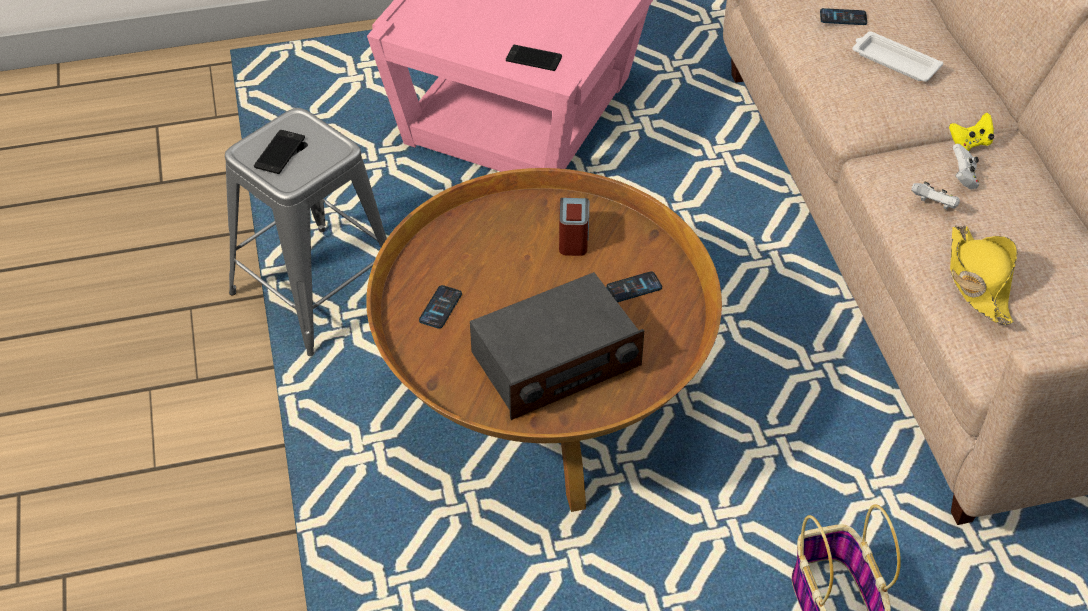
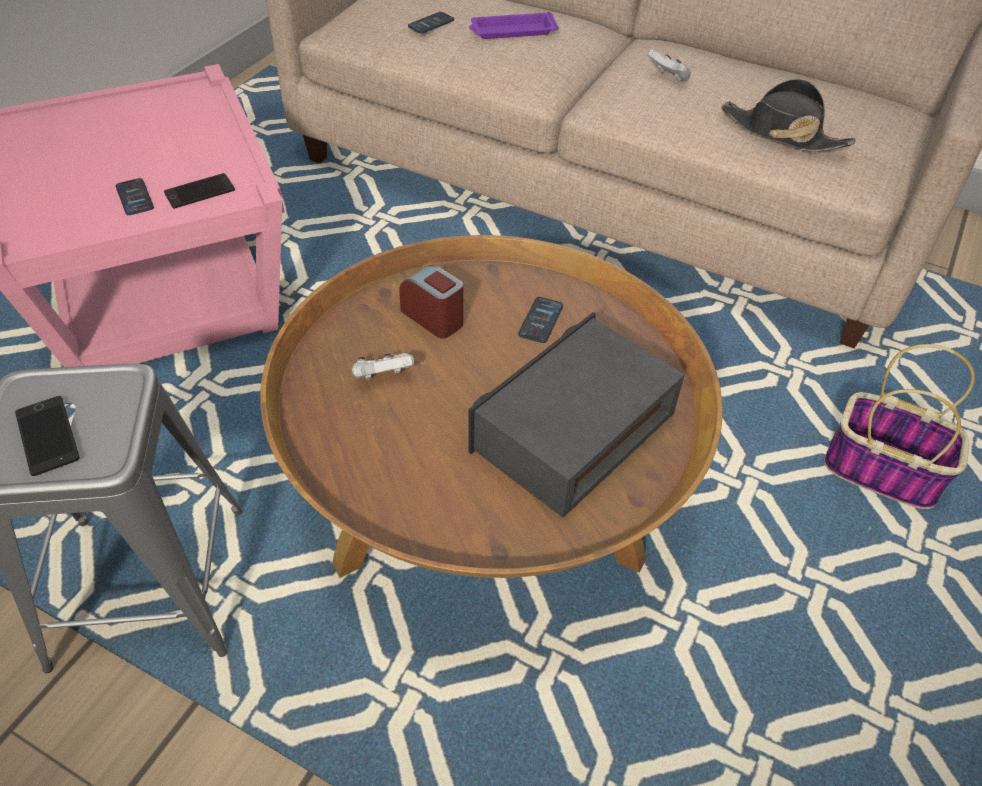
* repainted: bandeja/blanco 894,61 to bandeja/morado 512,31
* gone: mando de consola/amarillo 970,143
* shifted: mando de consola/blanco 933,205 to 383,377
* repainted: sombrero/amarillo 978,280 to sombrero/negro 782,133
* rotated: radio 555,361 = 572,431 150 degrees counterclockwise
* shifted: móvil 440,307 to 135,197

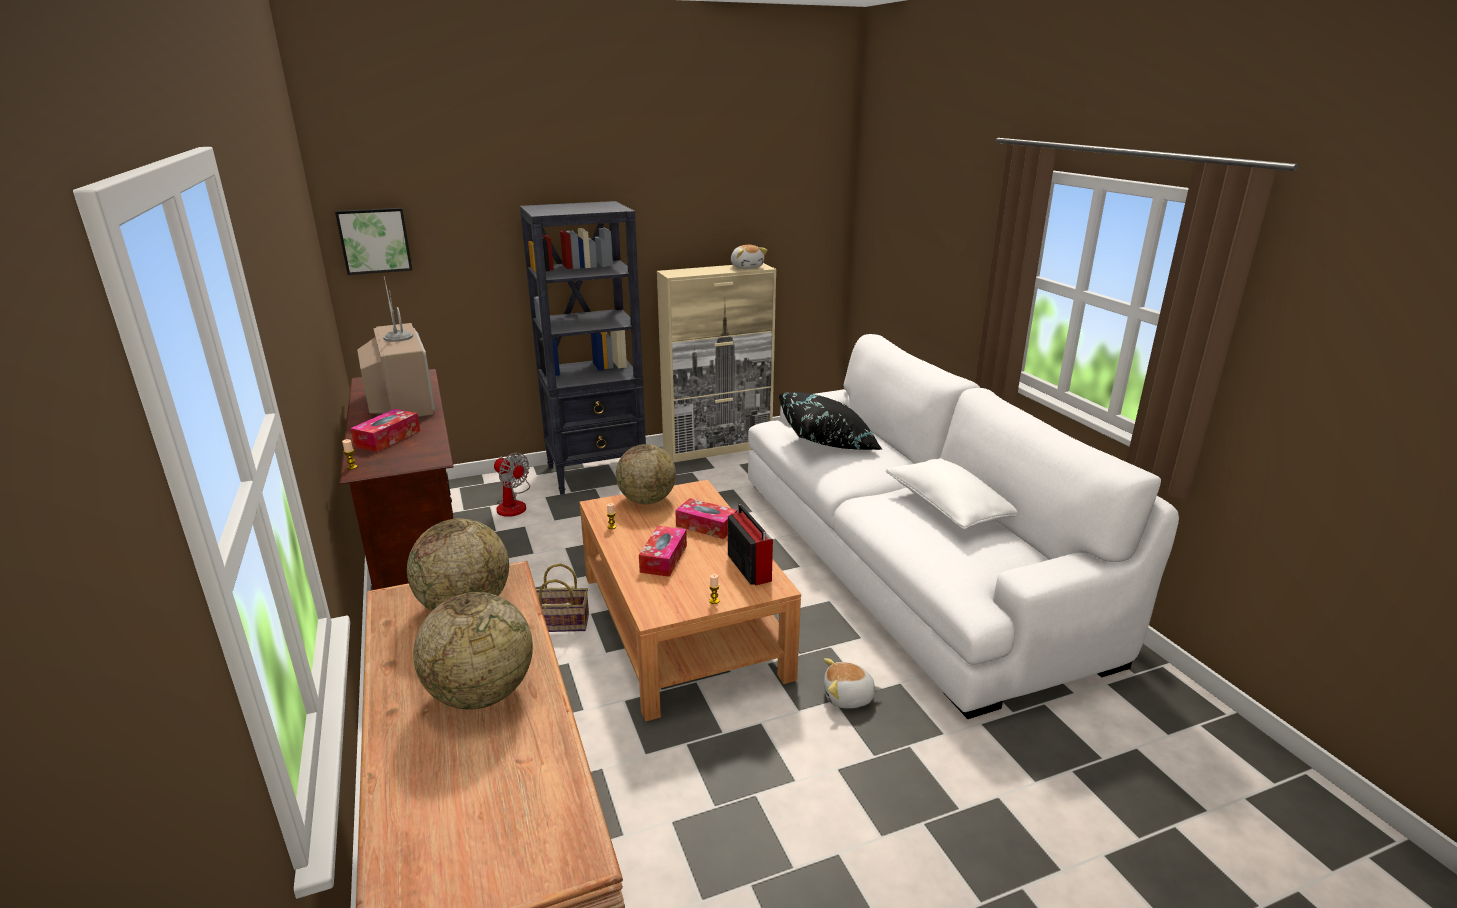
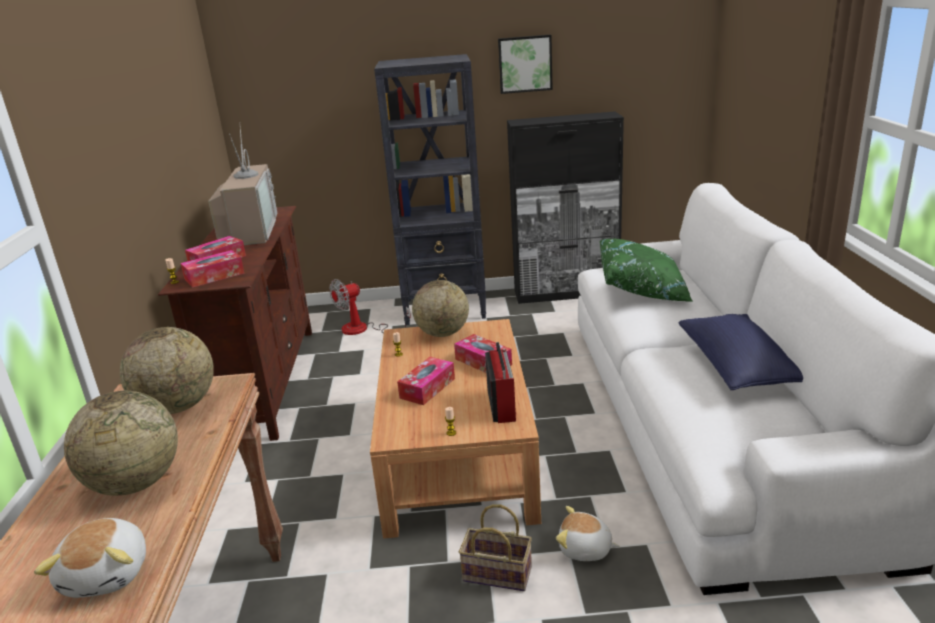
* shifted: cuadro 375,240 to 525,64
* shifted: peluche 747,267 to 108,574
* repainted: armario/beis 718,448 to armario/negro 567,293
* repainted: cojín/negro 828,441 to cojín/verde 643,290
* rotated: ventilador 513,504 = 363,329 90 degrees clockwise
* repainted: cojín/blanco 948,508 to cojín/azul 737,367
* shifted: cesta 559,624 to 495,575
* new: caja de pañuelos 214,276

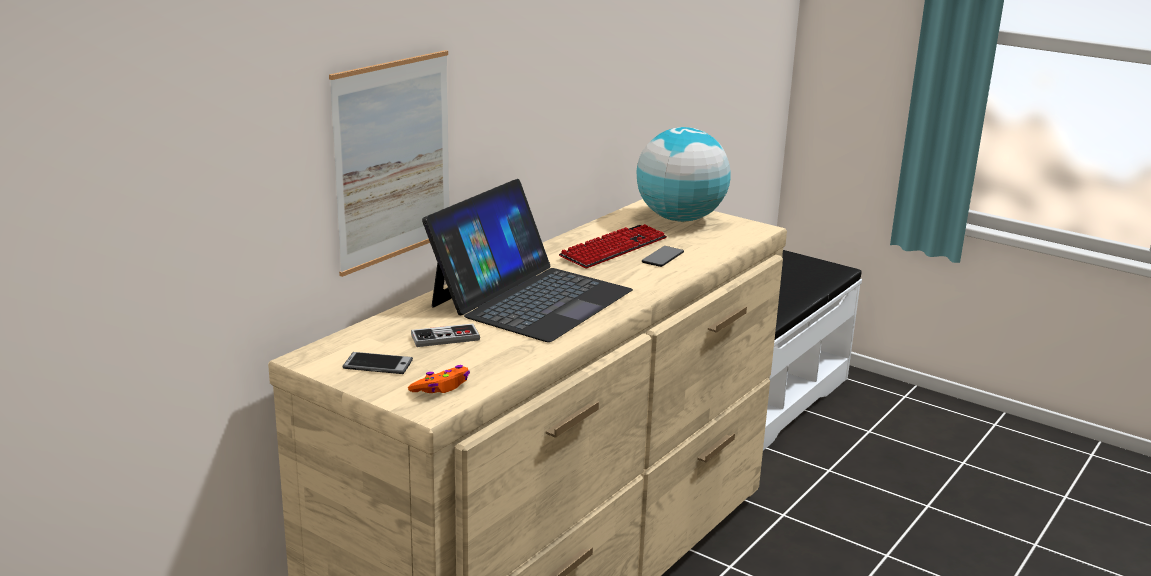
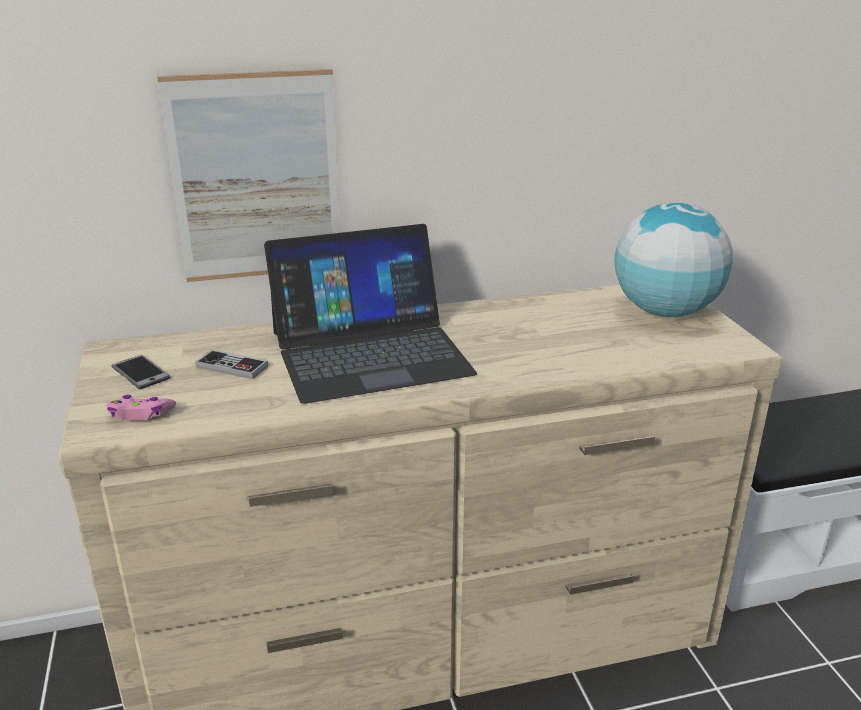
* gone: teclado 614,248
* gone: móvil 662,257
* repainted: mando de consola/naranja 441,387 to mando de consola/rosa 141,414

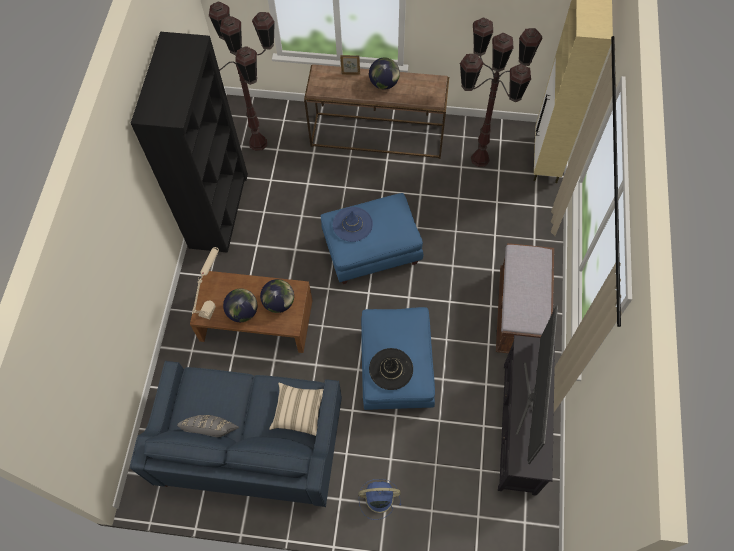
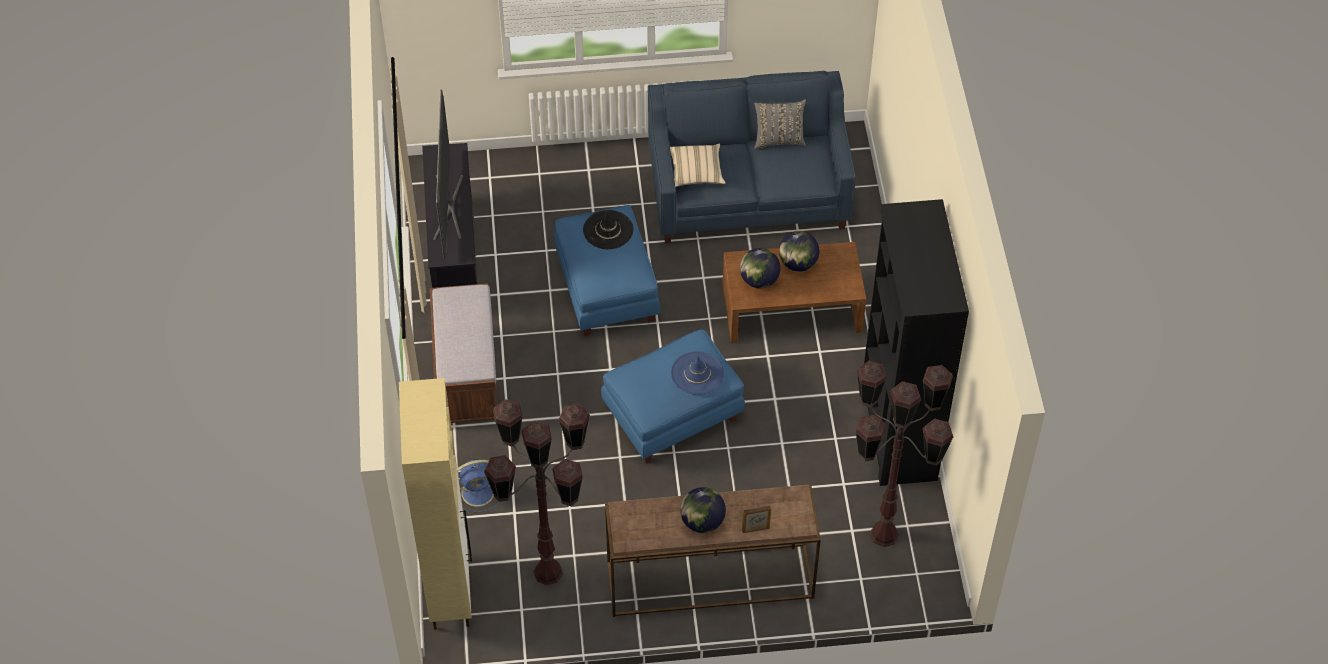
* gone: lámpara de mesa/beis 213,299
* shifted: ventilador/azul 378,498 to 479,492

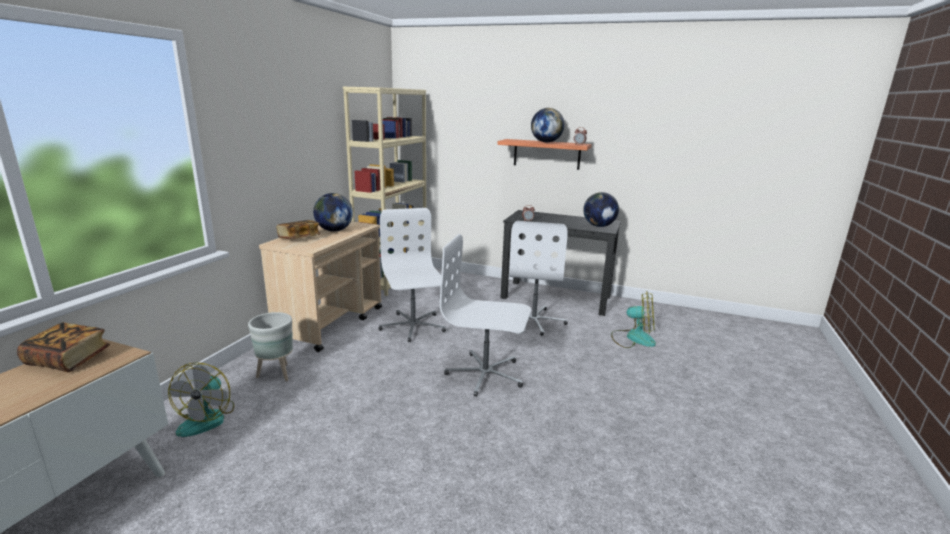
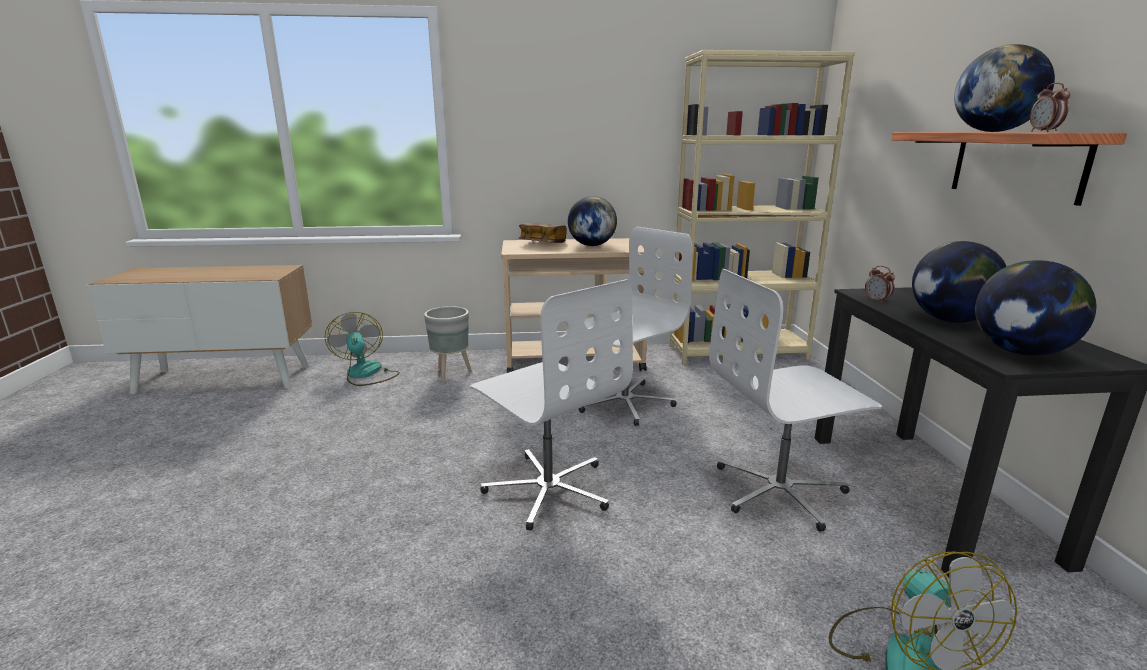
* rotated: silla de oficina/blanco 485,374 = 548,489 150 degrees clockwise
* gone: libro 69,360
* rotated: ventilador 207,418 = 366,374 90 degrees clockwise
* new: globo terráqueo 950,320

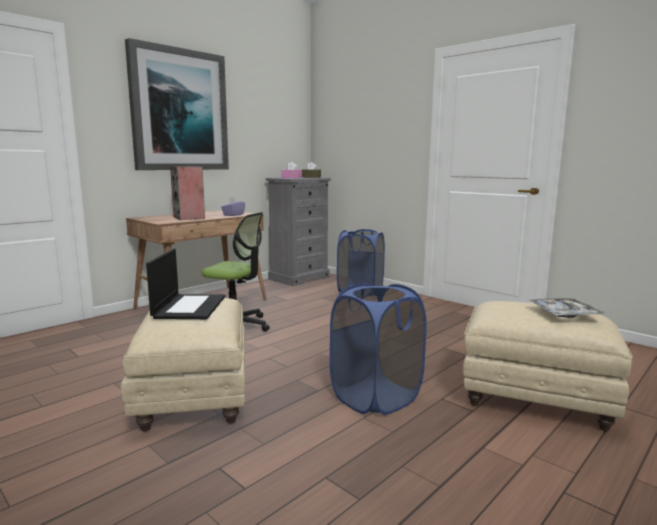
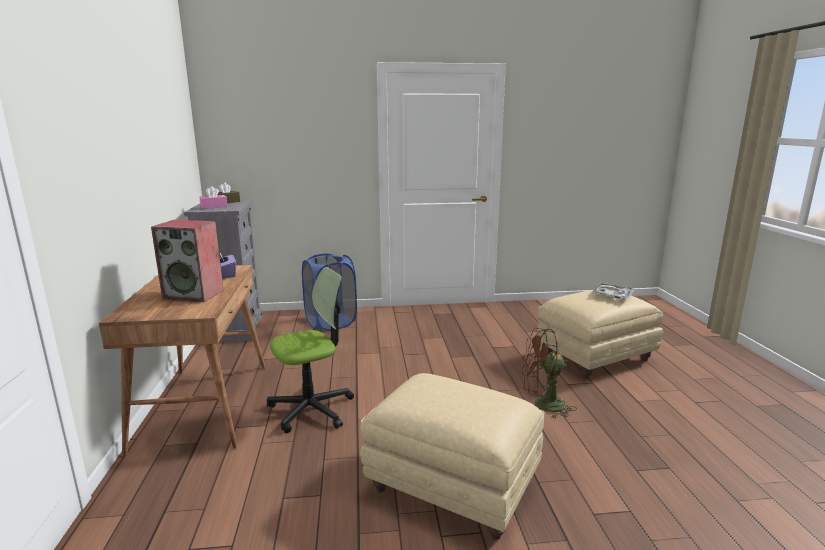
* gone: cuadro 179,111
* gone: portátil 189,307
* swapped: cesto de la ropa/azul 375,397 to ventilador/marrón 543,405

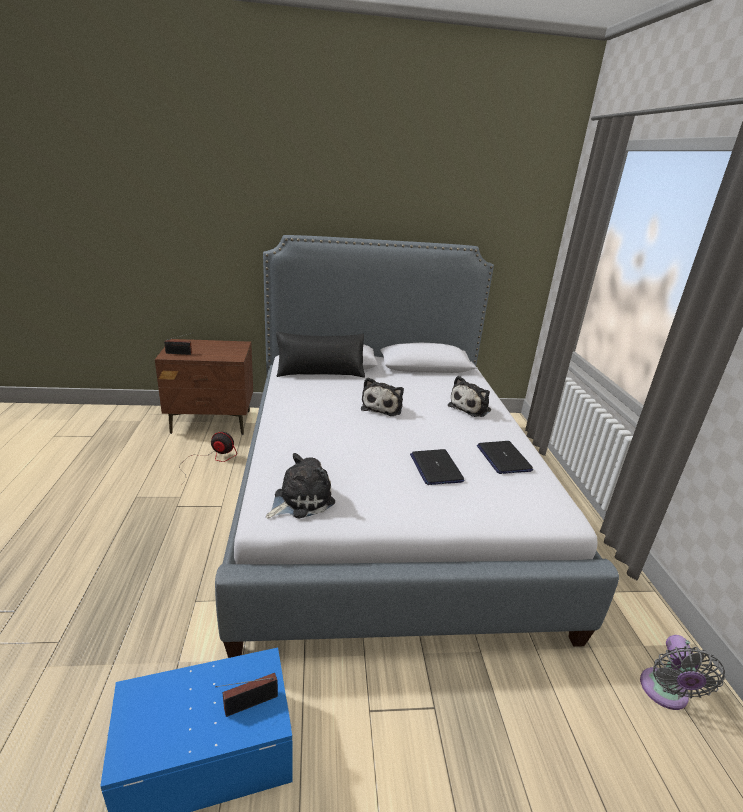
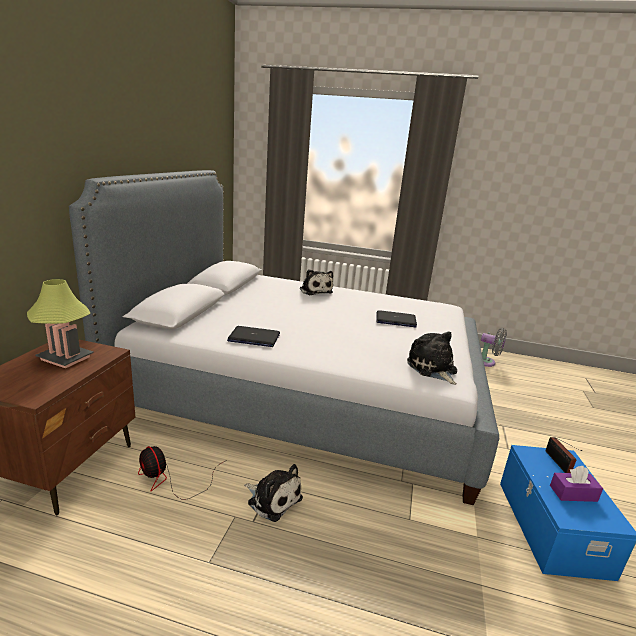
* gone: cojín/negro 320,373
* gone: radio 180,353
* shifted: peluche 383,407 to 273,499
* rotated: ventilador 211,460 = 170,481 75 degrees counterclockwise
* shifted: portátil 503,458 to 254,338
* new: lámpara de mesa 65,358
* new: caja de pañuelos/morado 573,493

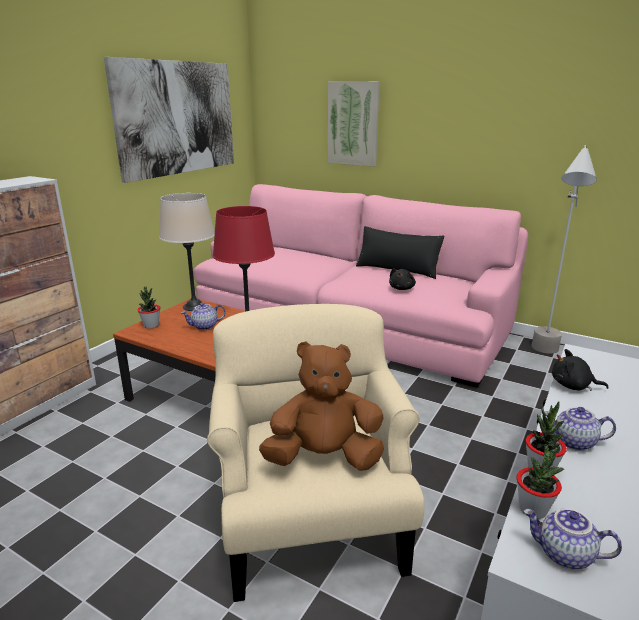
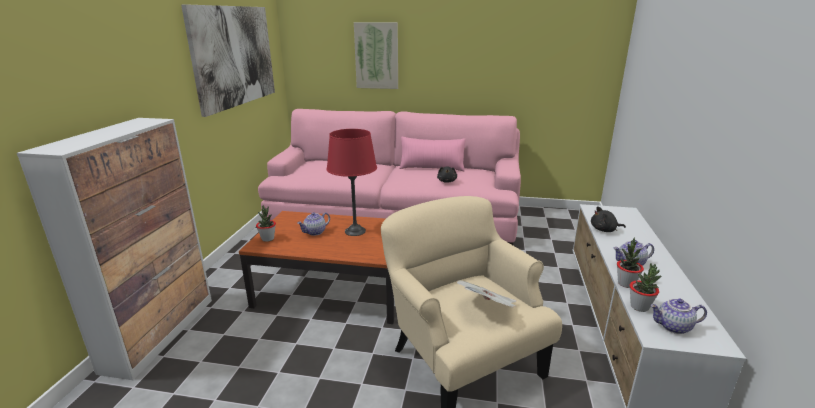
* gone: lámpara de pie/gris 544,357
* gone: lámpara de mesa/beis 194,306
* repainted: cojín/negro 397,269 to cojín/rosa 432,167
* swapped: peluche/marrón 324,458 to periódico 488,308

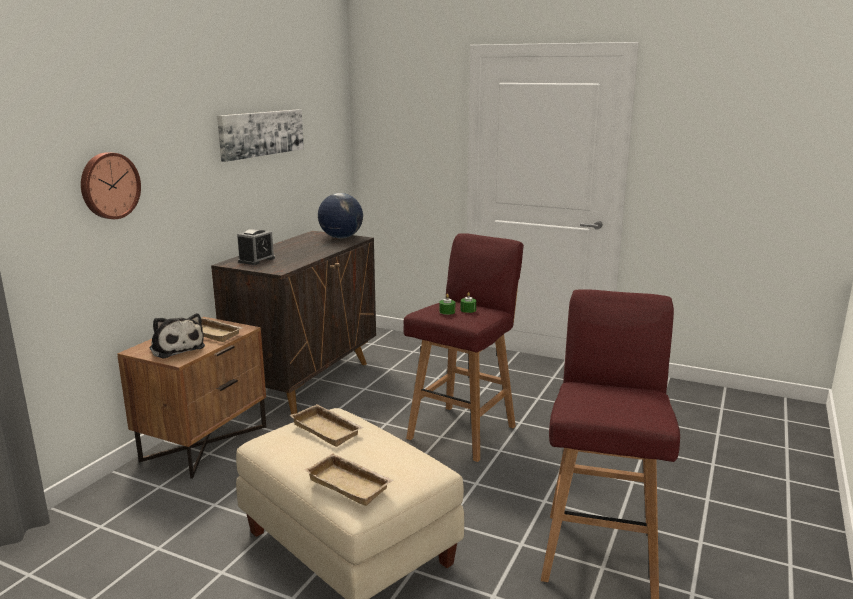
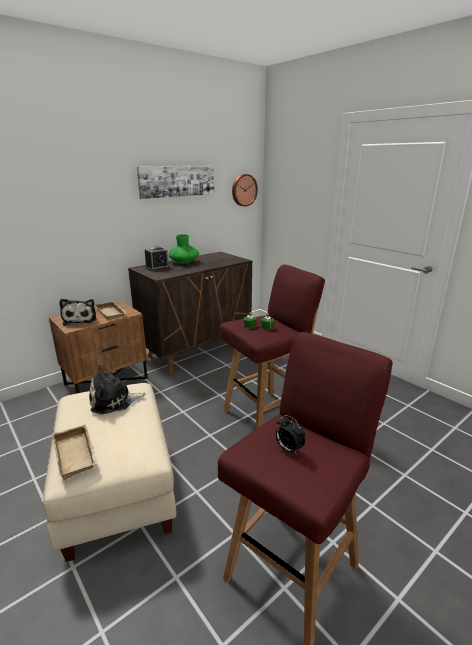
* shifted: reloj de pared 109,185 to 243,190
* gone: globo terráqueo 341,237
* swapped: bandeja/beis 328,429 to peluche 114,401
* new: florero/verde 184,262
* new: despertador 288,449

